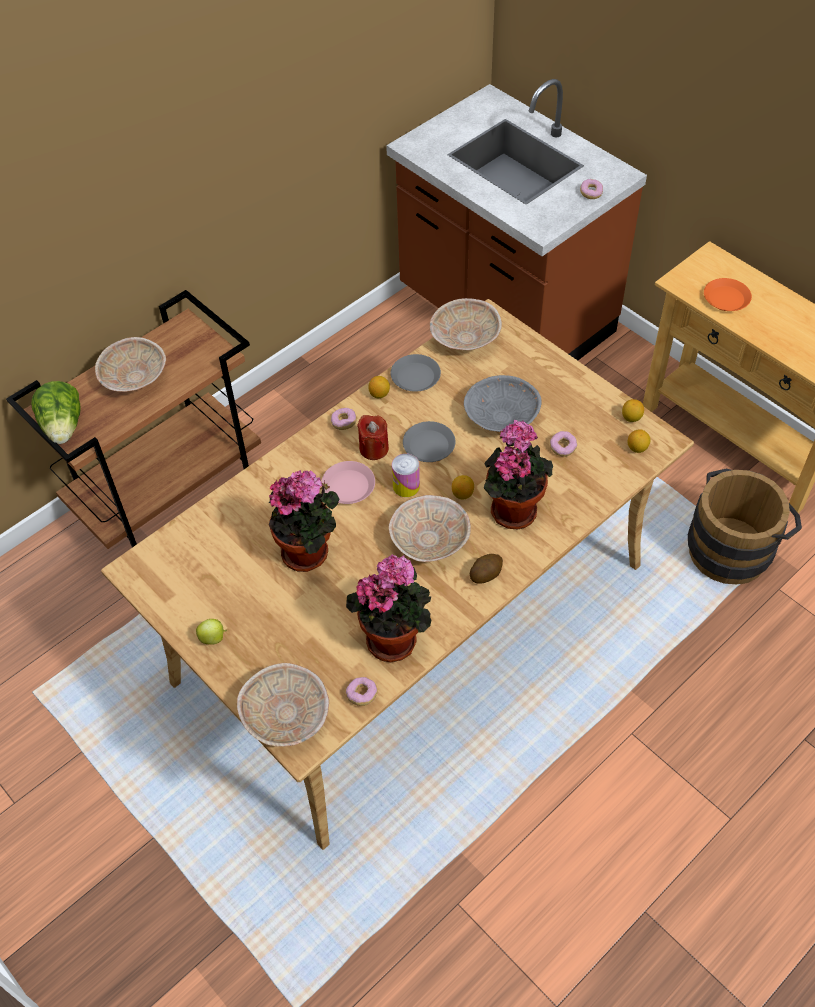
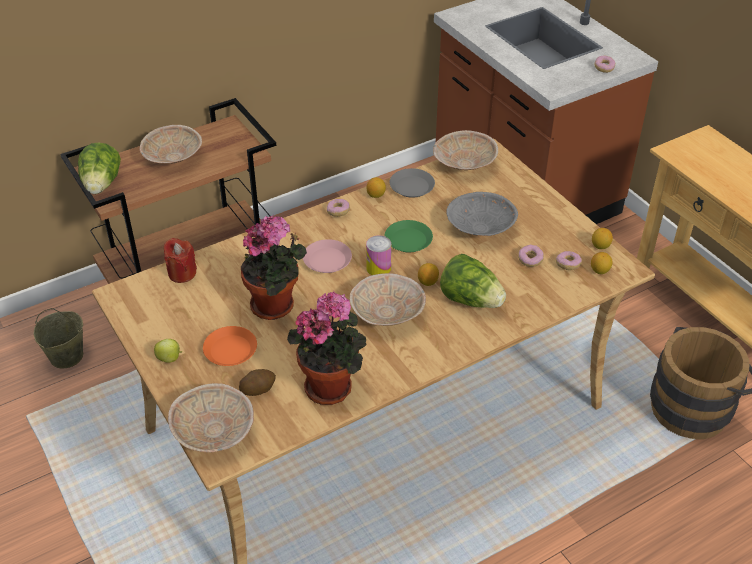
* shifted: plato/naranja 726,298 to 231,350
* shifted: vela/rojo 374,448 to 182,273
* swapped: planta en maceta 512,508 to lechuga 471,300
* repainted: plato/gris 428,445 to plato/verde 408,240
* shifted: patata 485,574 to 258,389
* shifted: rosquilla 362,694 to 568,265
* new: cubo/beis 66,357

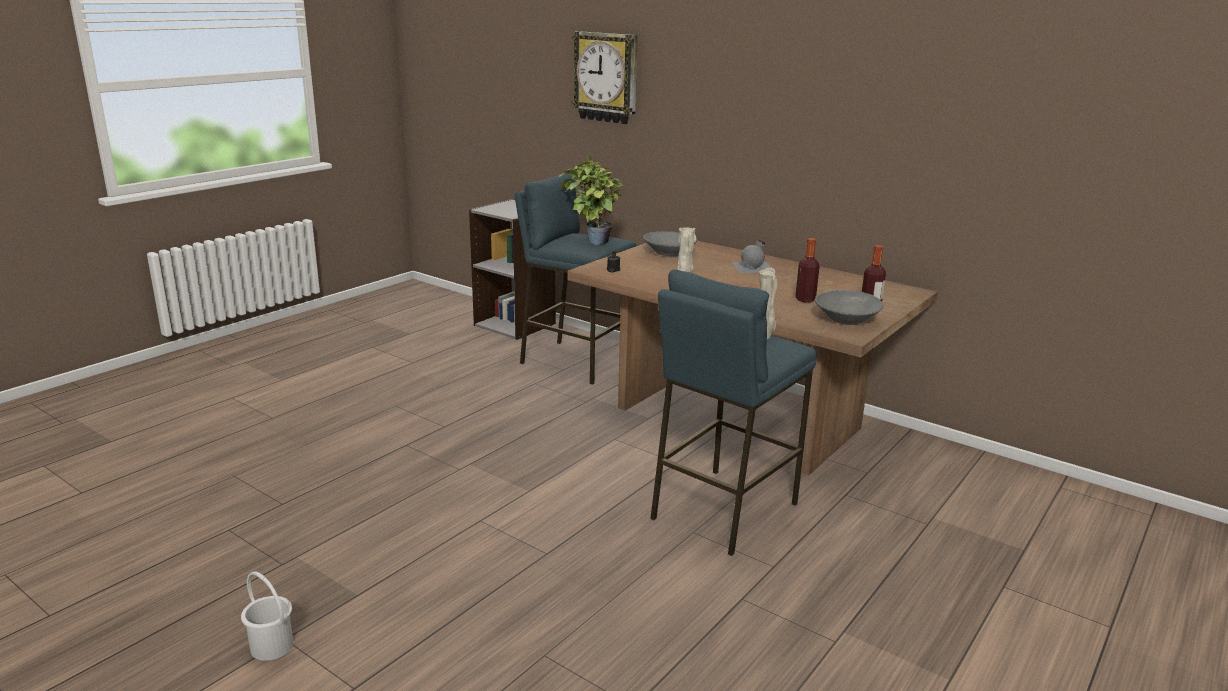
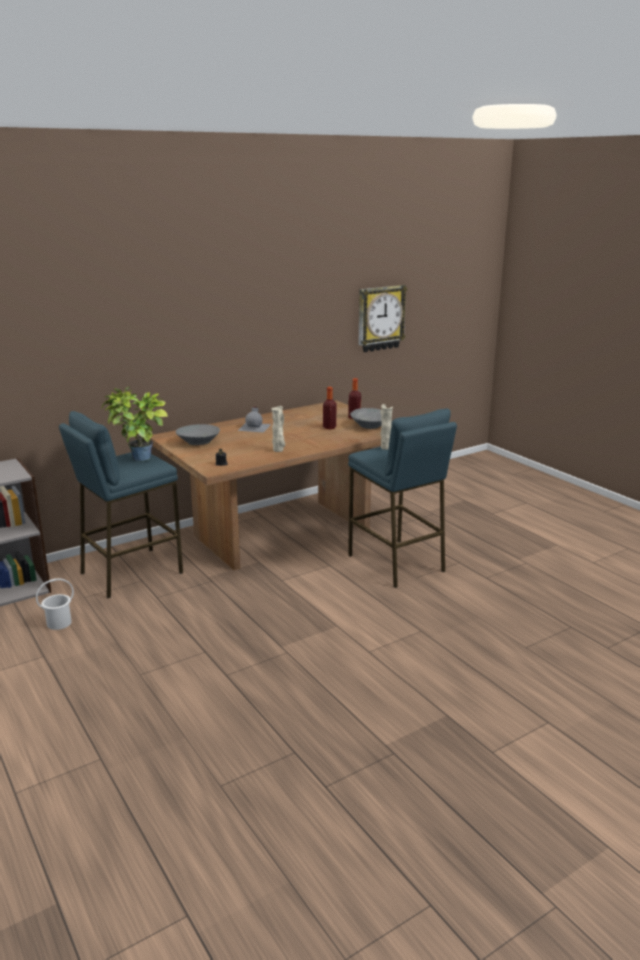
* shifted: reloj de pared 606,77 to 380,318
* shifted: cubo/blanco 271,647 to 59,623

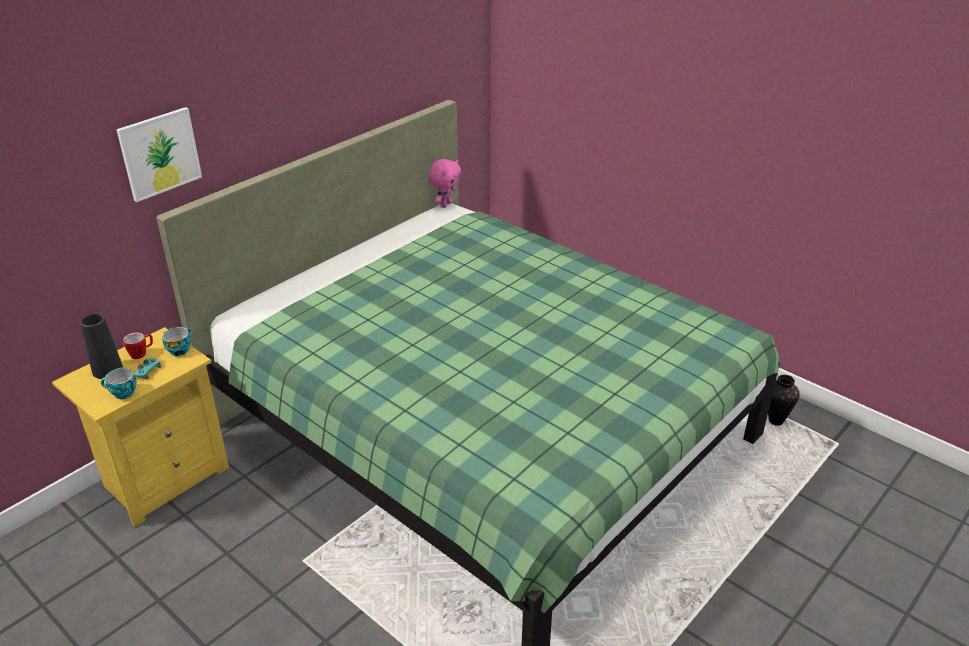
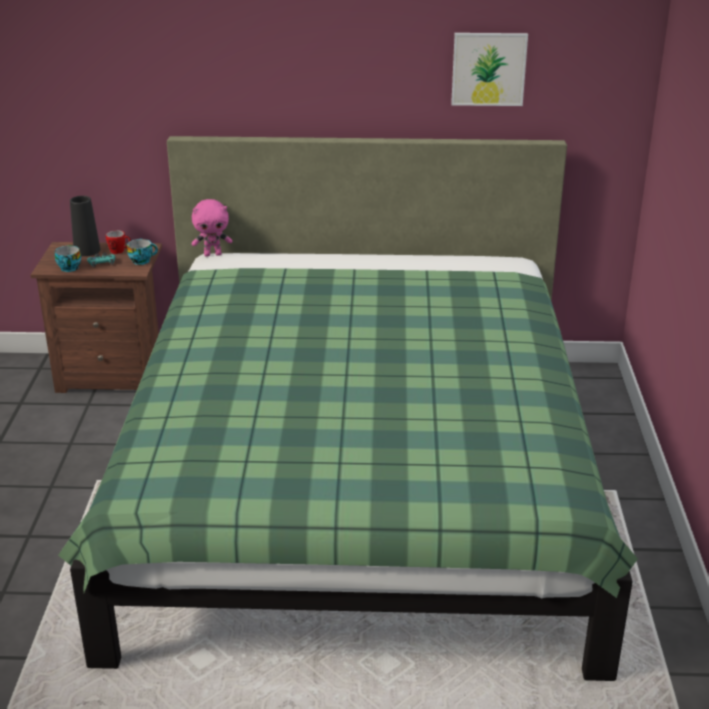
* shifted: cuadro 160,153 to 488,69
* shifted: peluche/rosa 445,204 to 213,254
* repainted: mesita de noche/amarillo 164,478 to mesita de noche/marrón 114,375
* gone: florero 775,421

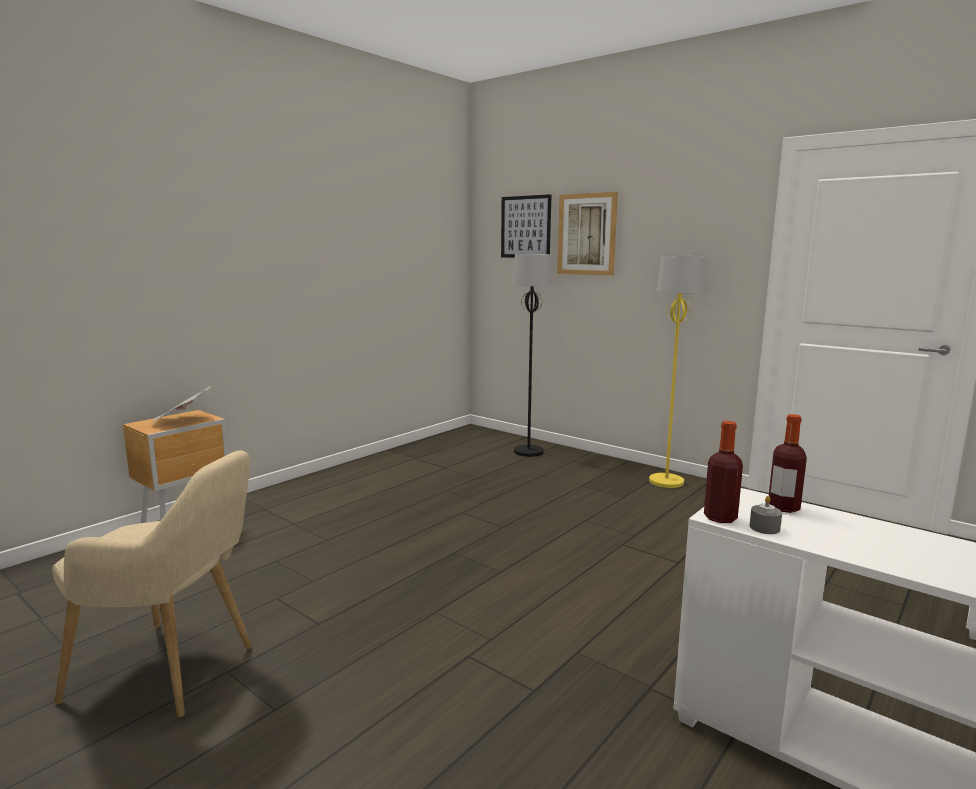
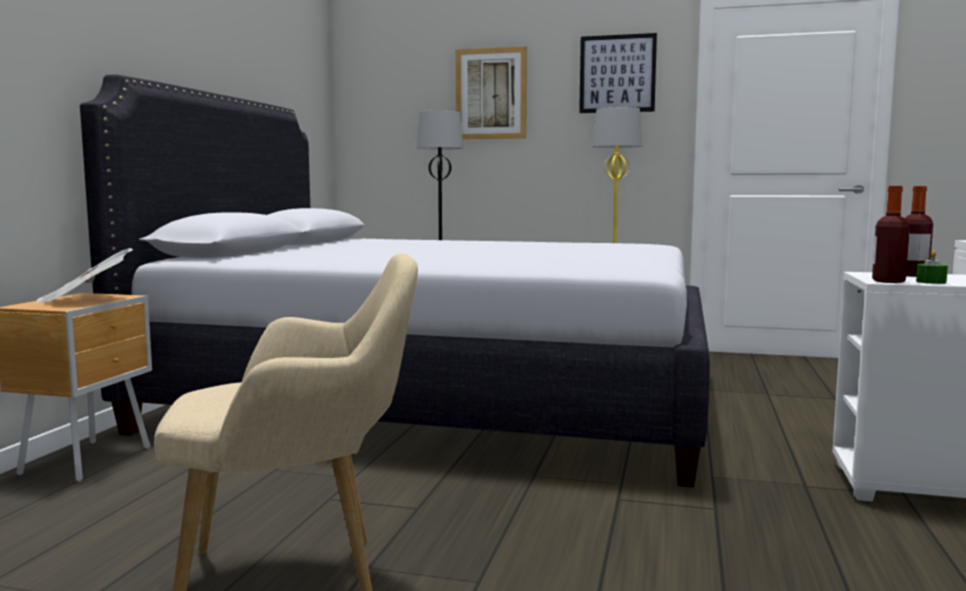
* shifted: cuadro 525,227 to 617,74
* repainted: vela/gris 764,528 to vela/verde 931,282
* new: cama/blanco 440,401

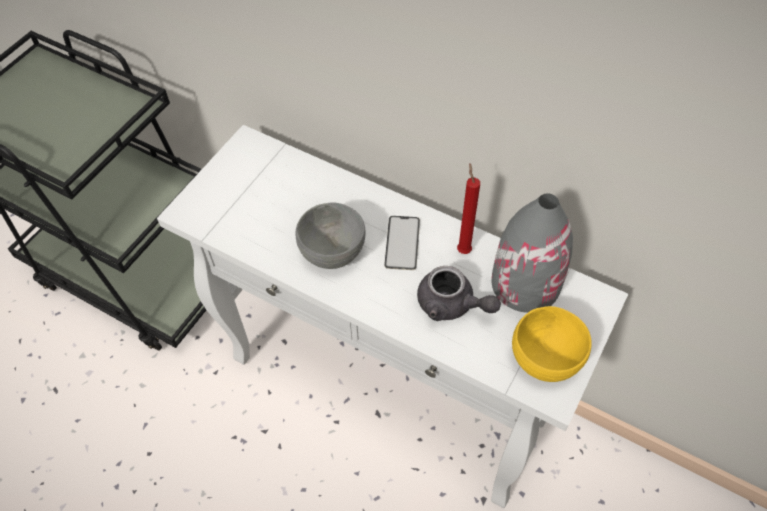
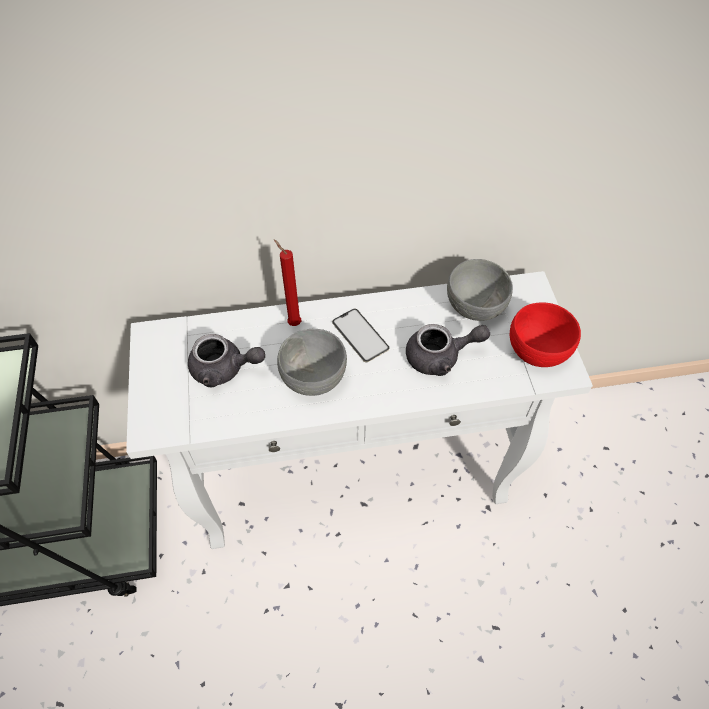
* shifted: vela/rojo 463,249 to 293,322
* swapped: florero/gris 525,282 to cuenco/gris 474,306
* repainted: cuenco/amarillo 543,359 to cuenco/rojo 536,352
* new: tetera/gris 224,369

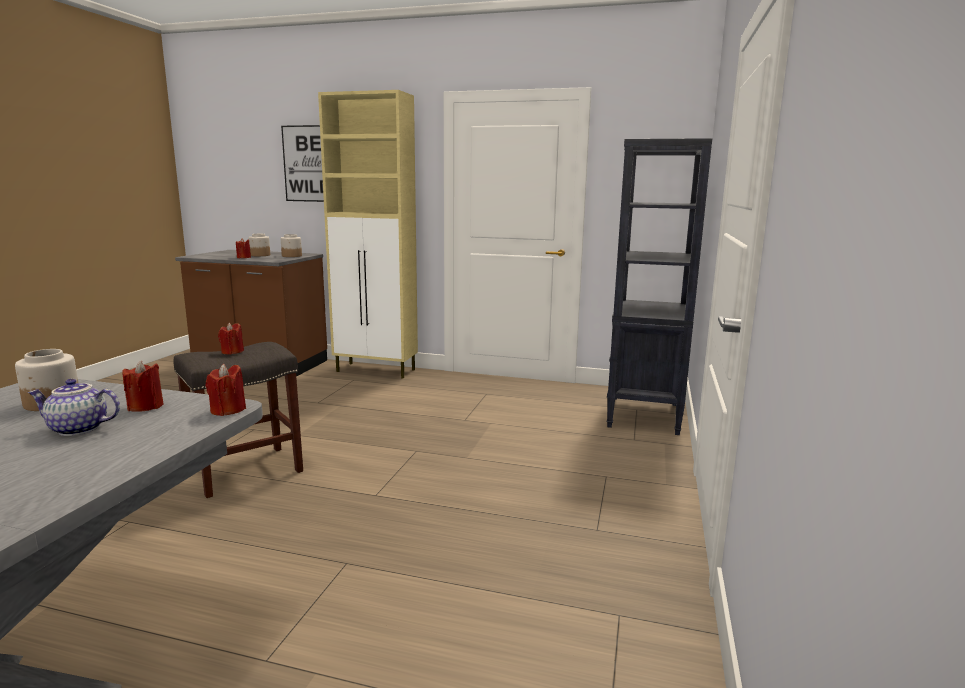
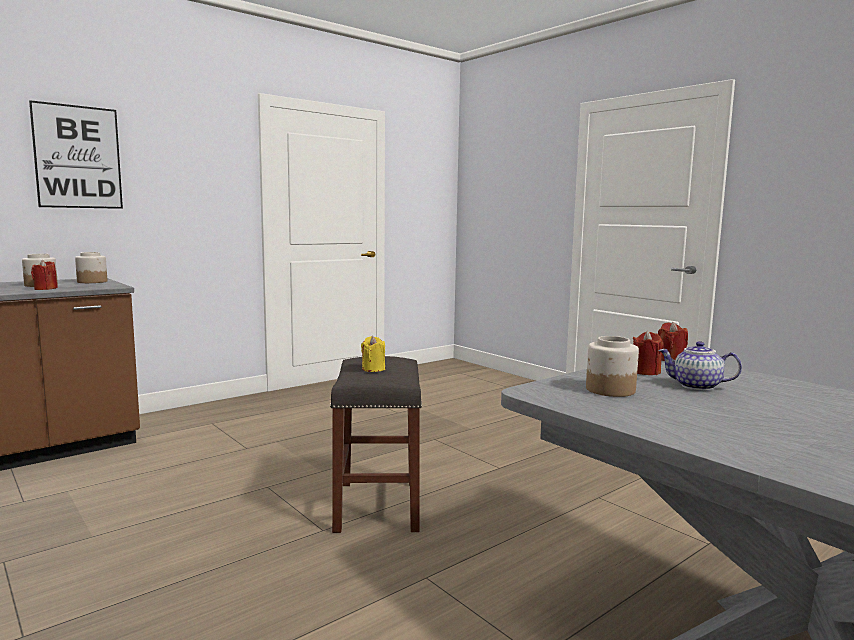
* gone: armario/beis 376,371
* gone: estantería/negro 643,415
* repainted: vela/rojo 232,352 to vela/amarillo 373,369
* rotated: tetera 77,429 = 696,386 75 degrees clockwise

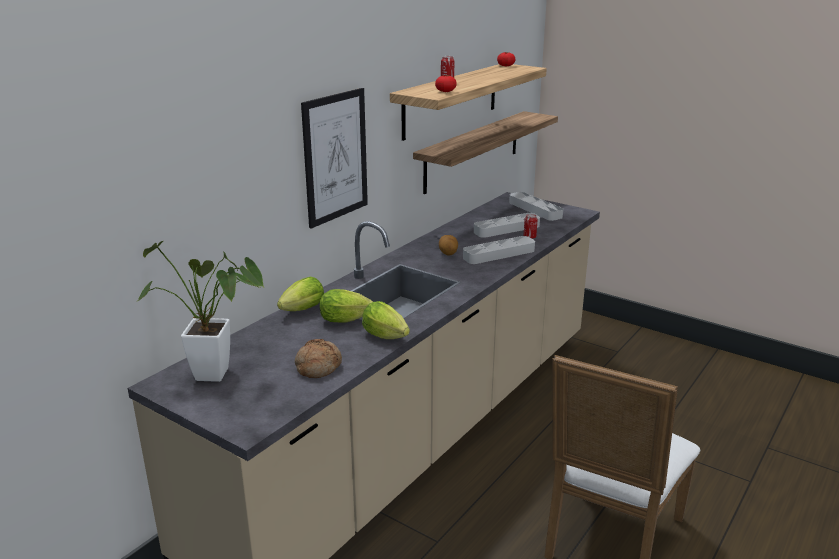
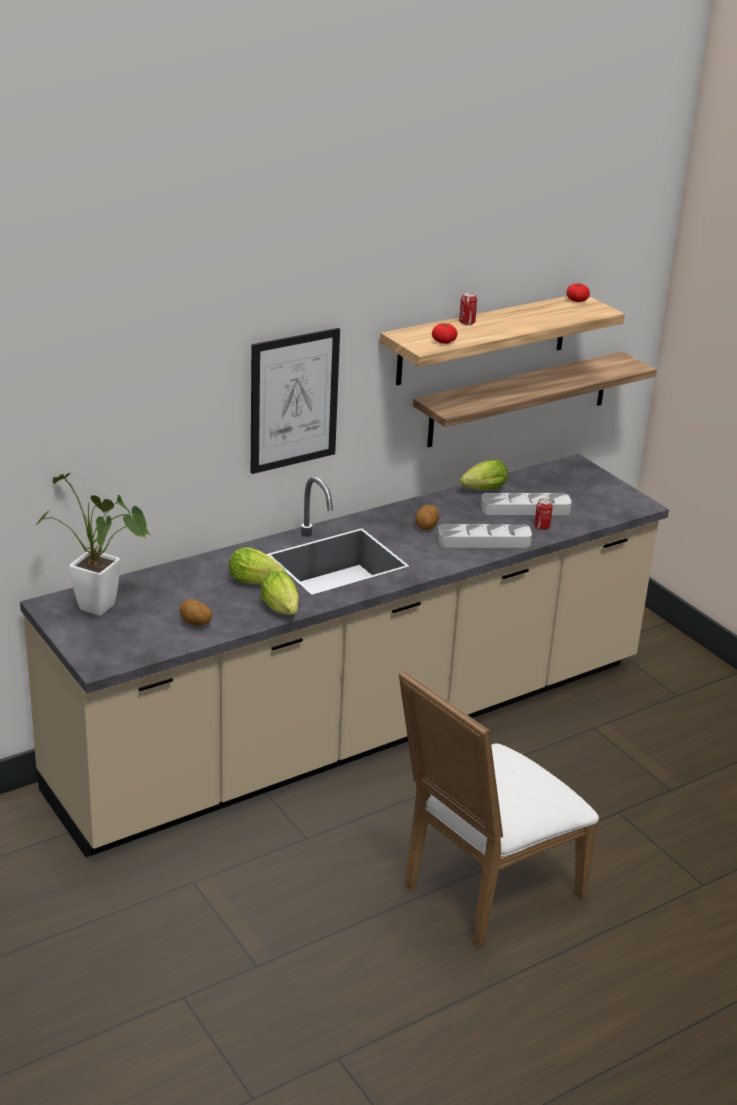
* gone: bandeja/gris 535,209
* shifted: lechuga 300,311 to 481,490
* swapped: pan 318,366 to patata 195,624

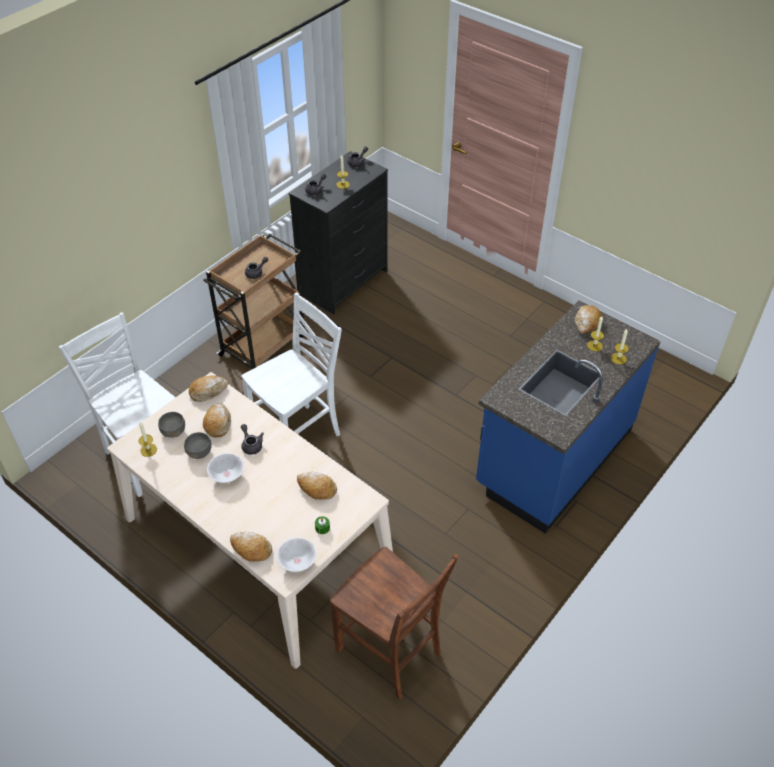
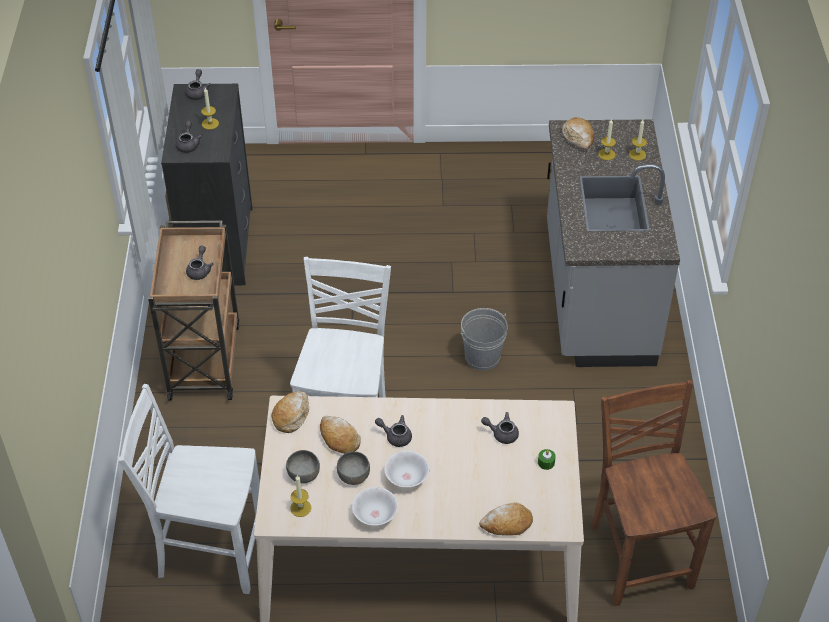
* repainted: mueble bajo de cocina/azul 553,457 to mueble bajo de cocina/gris 596,295
* swapped: pan 316,488 to tetera/gris 501,433
* shifted: cuenco/blanco 297,562 to 375,515
* rotated: silla/marrón 390,652 = 639,555 105 degrees counterclockwise
* new: cubo/gris 482,357

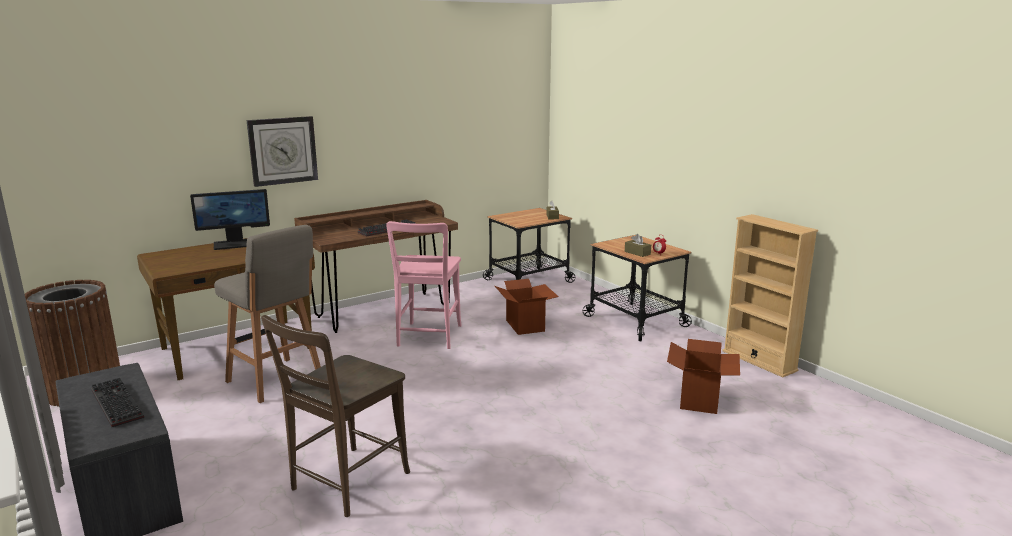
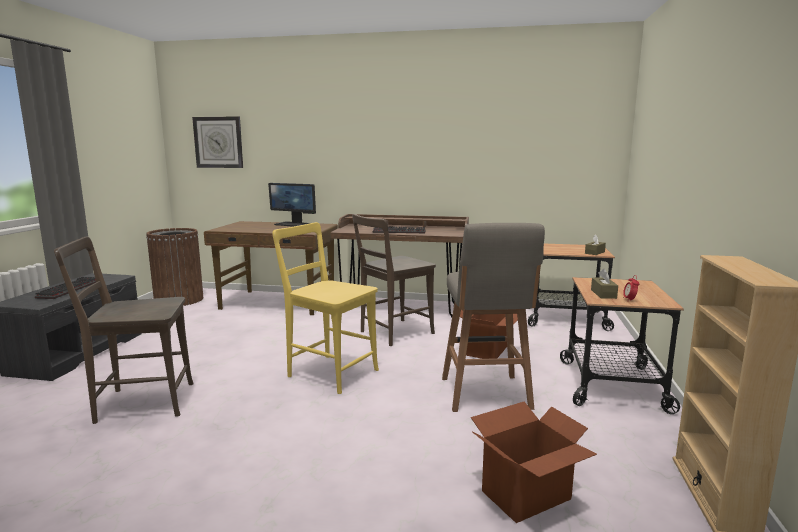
* shifted: reloj de pared 283,150 to 218,142
* repainted: silla/rosa 428,337 to silla/marrón 393,333
* shifted: taburete/gris 276,381 to 486,395
* new: silla/amarillo 329,372

